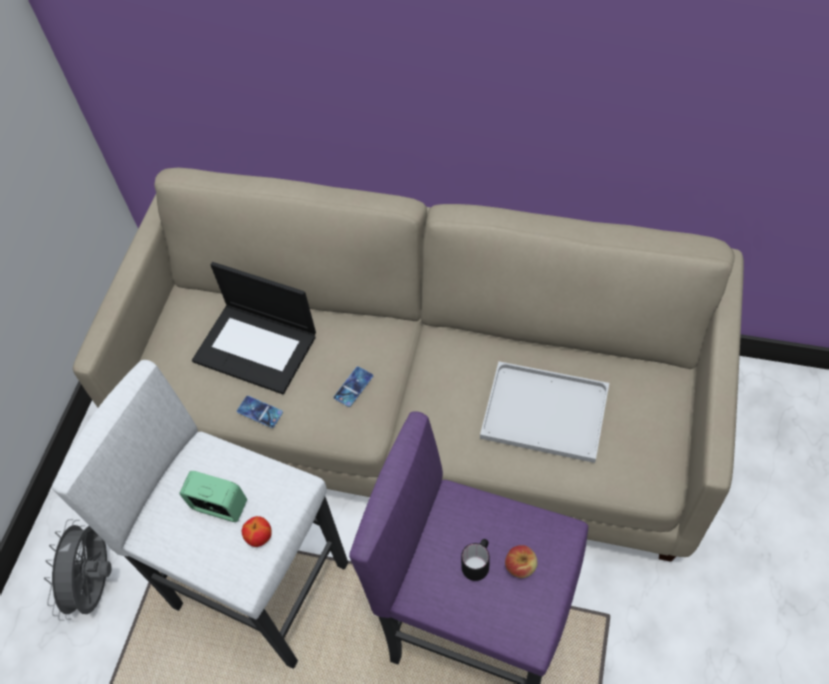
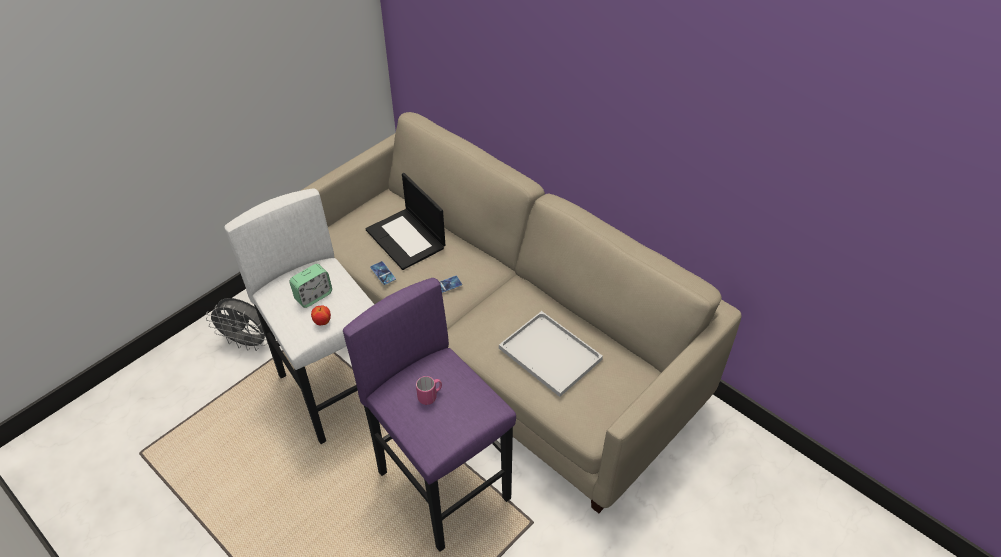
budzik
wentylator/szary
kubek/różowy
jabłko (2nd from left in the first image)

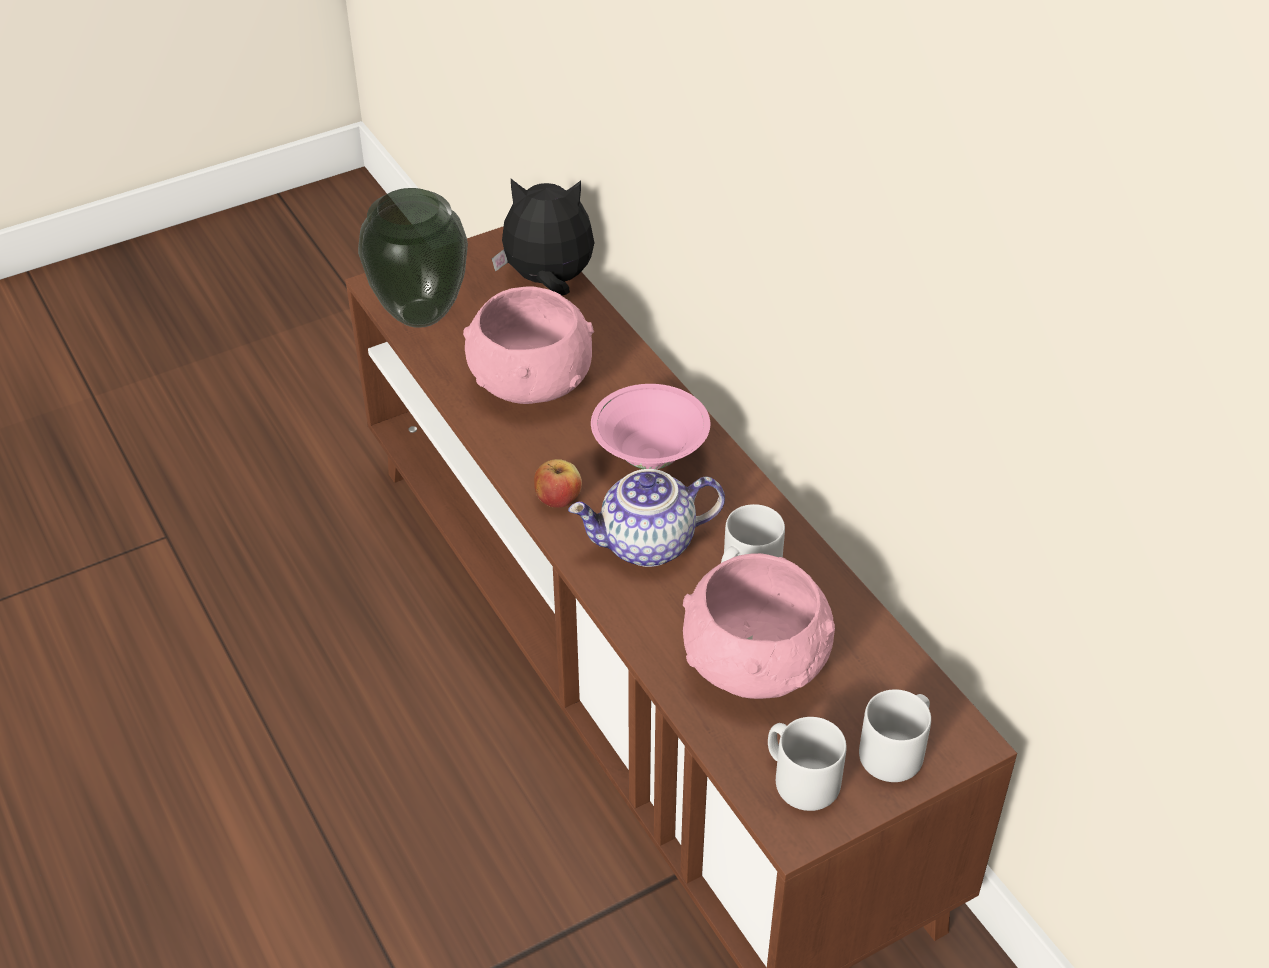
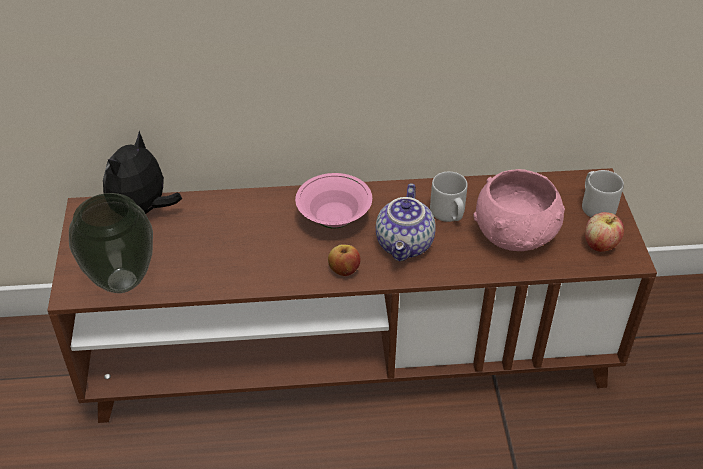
miska/różowy (1st from left in the first image)
jabłko (2nd from left)

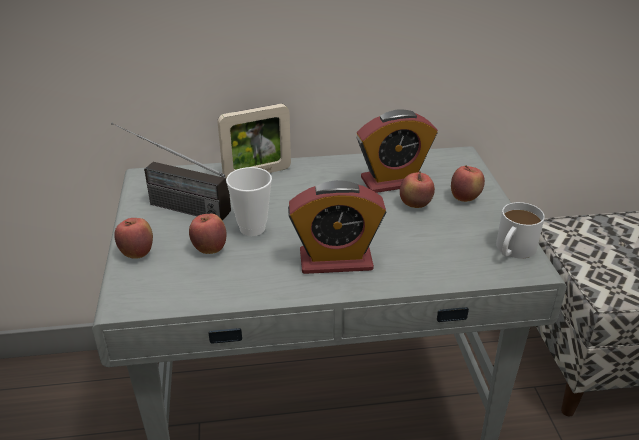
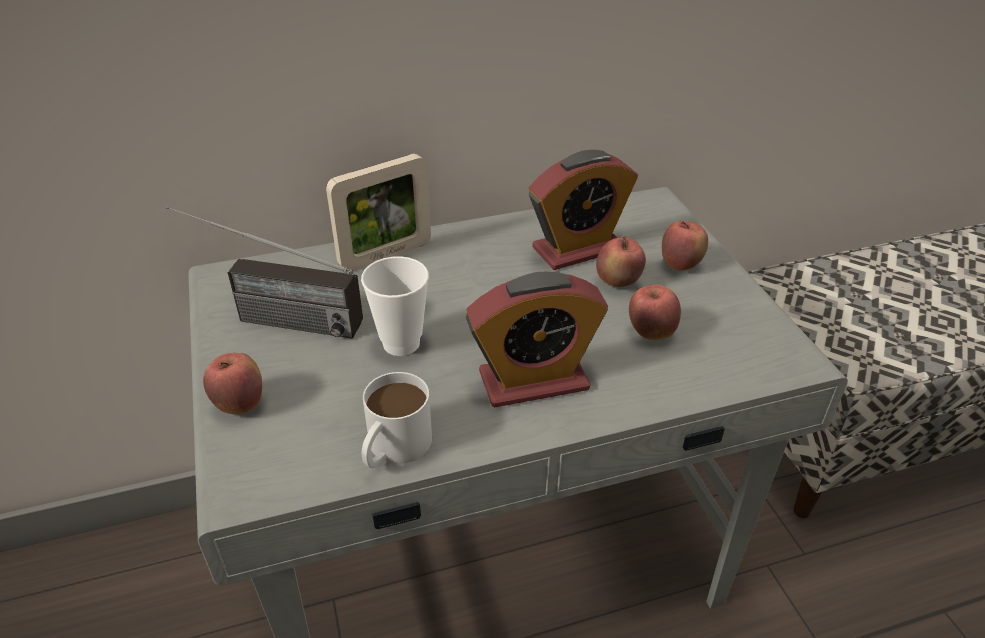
kubek/biały
jabłko (3rd from left)

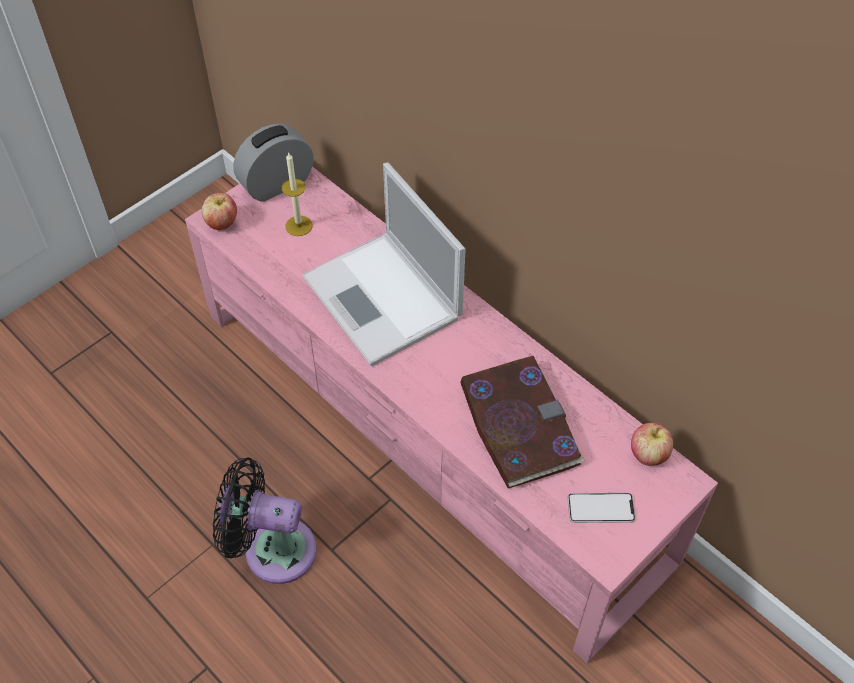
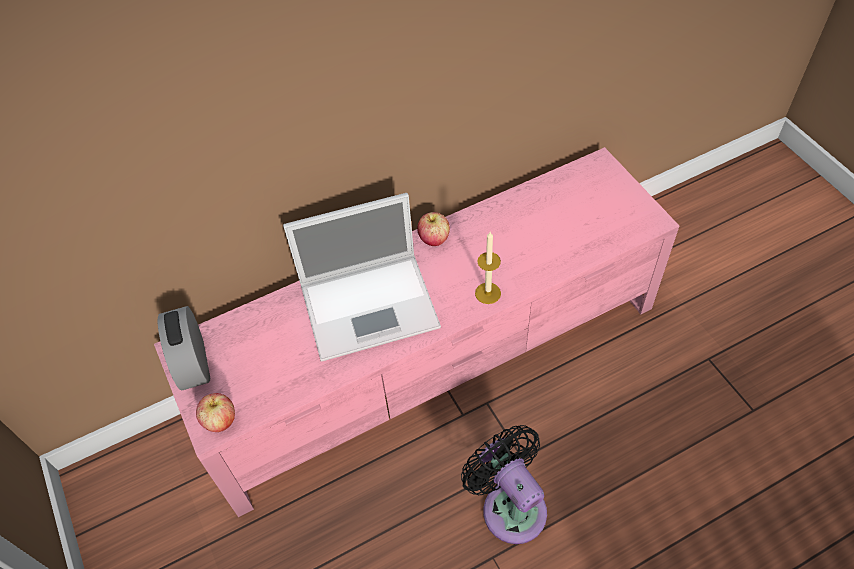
świeca
książka
jabłko (2nd from left)
wentylator/czarny
telefon

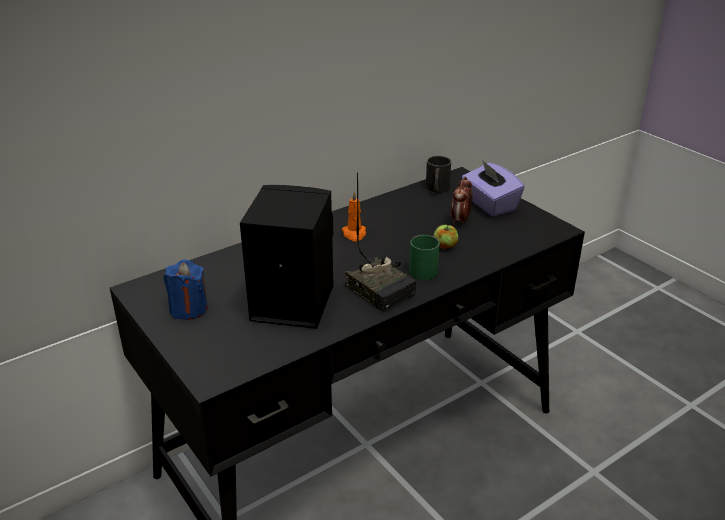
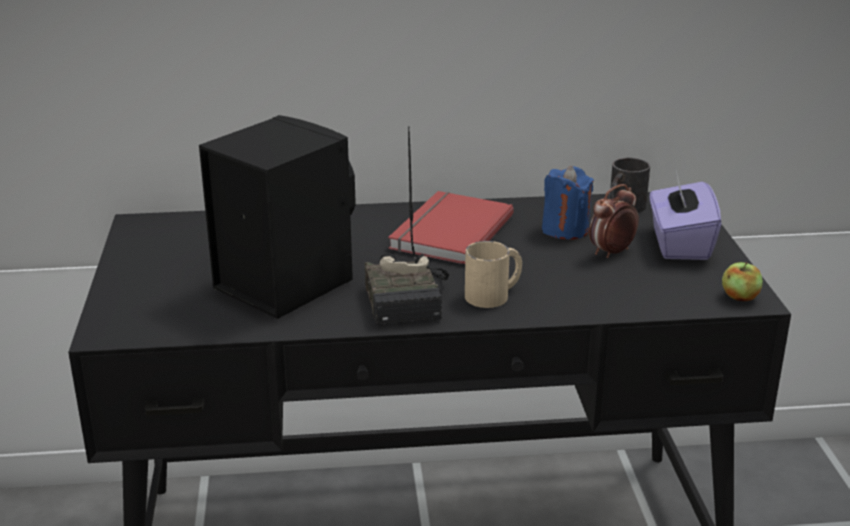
książka/czerwony
jabłko
kubek/beżowy
świeca/niebieski

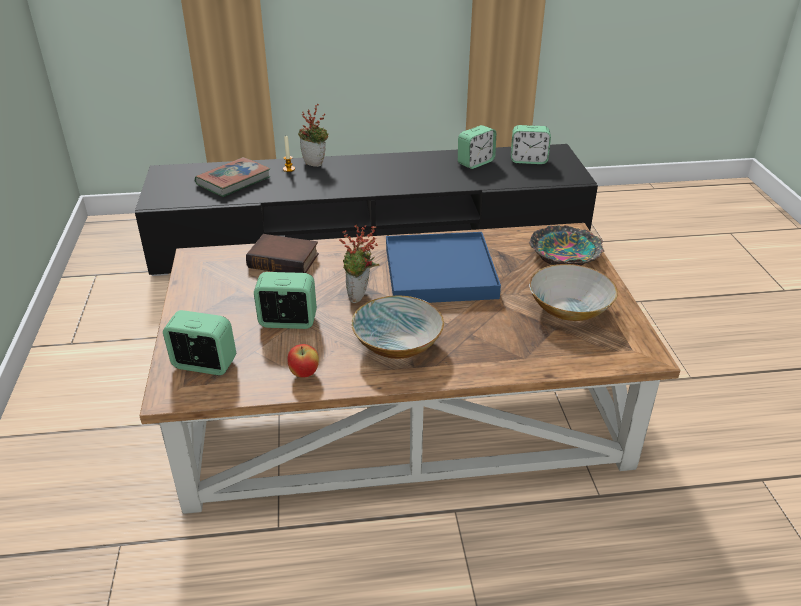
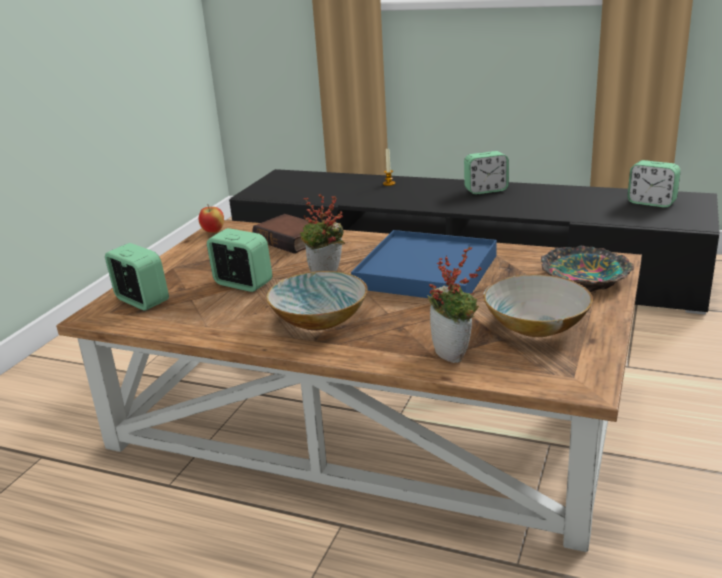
roślina doniczkowa (2nd from left)
budzik (3rd from left)
książka (1st from left in the first image)
jabłko

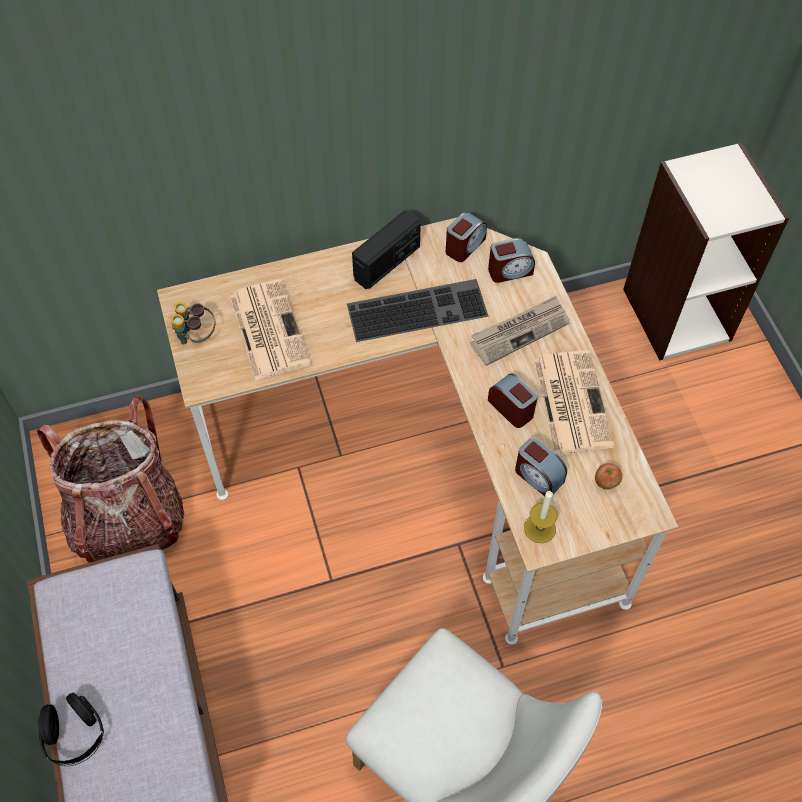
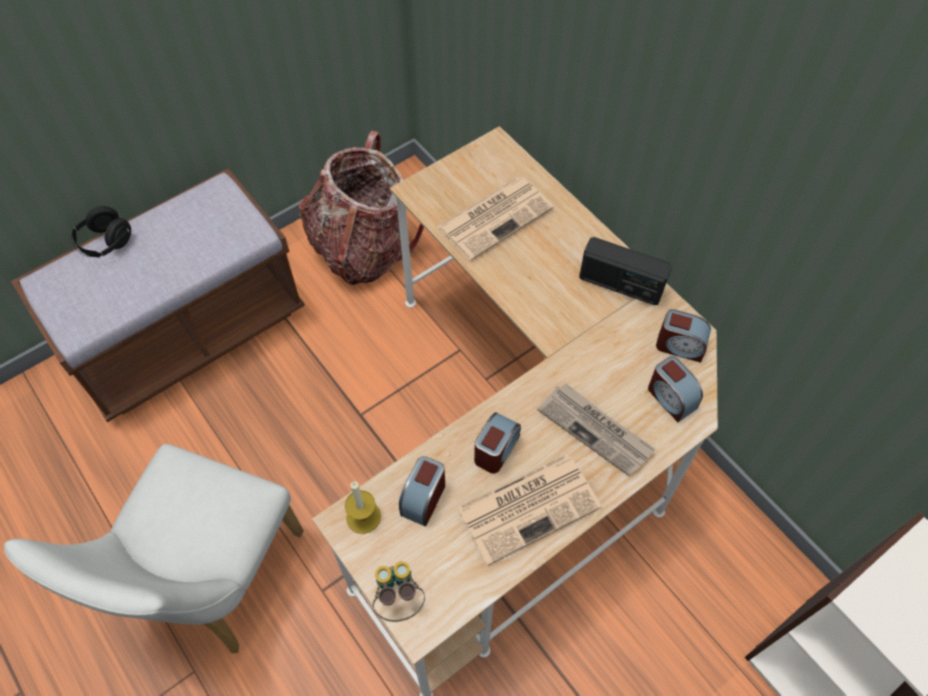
klawiatura
lornetka
jabłko

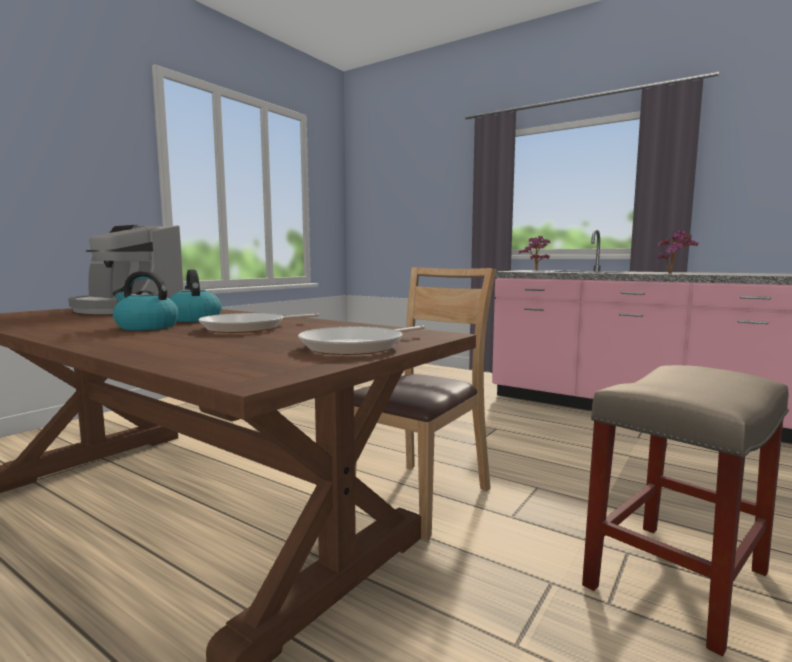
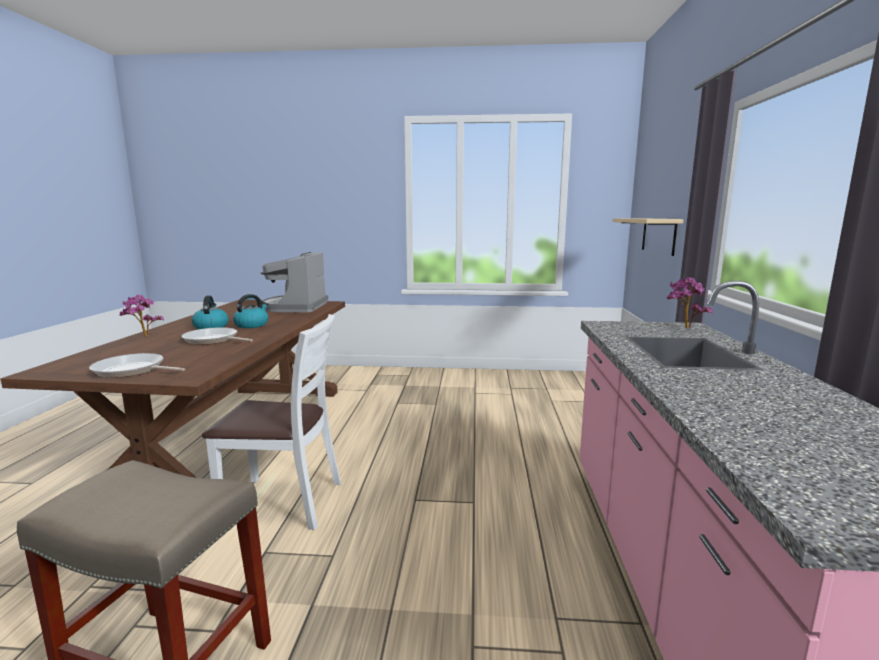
roślina doniczkowa (1st from left)
krzesło/biały
półka/beżowy

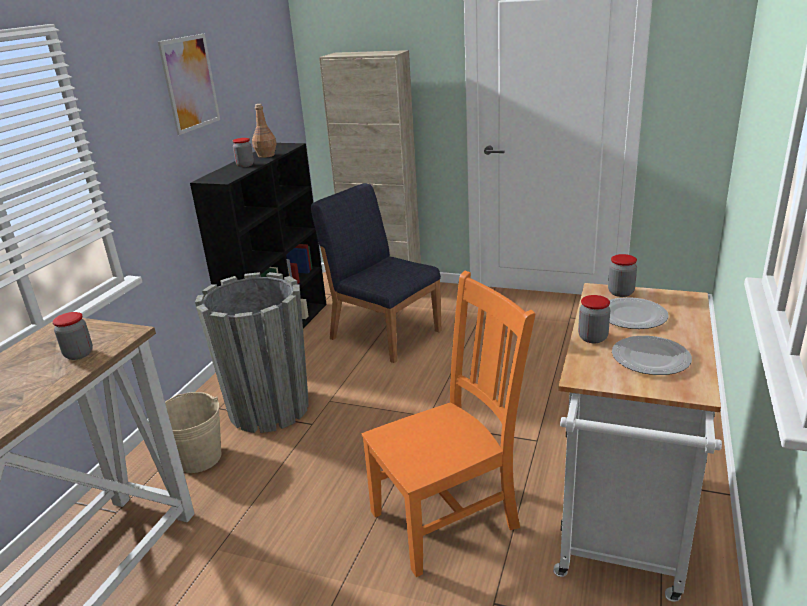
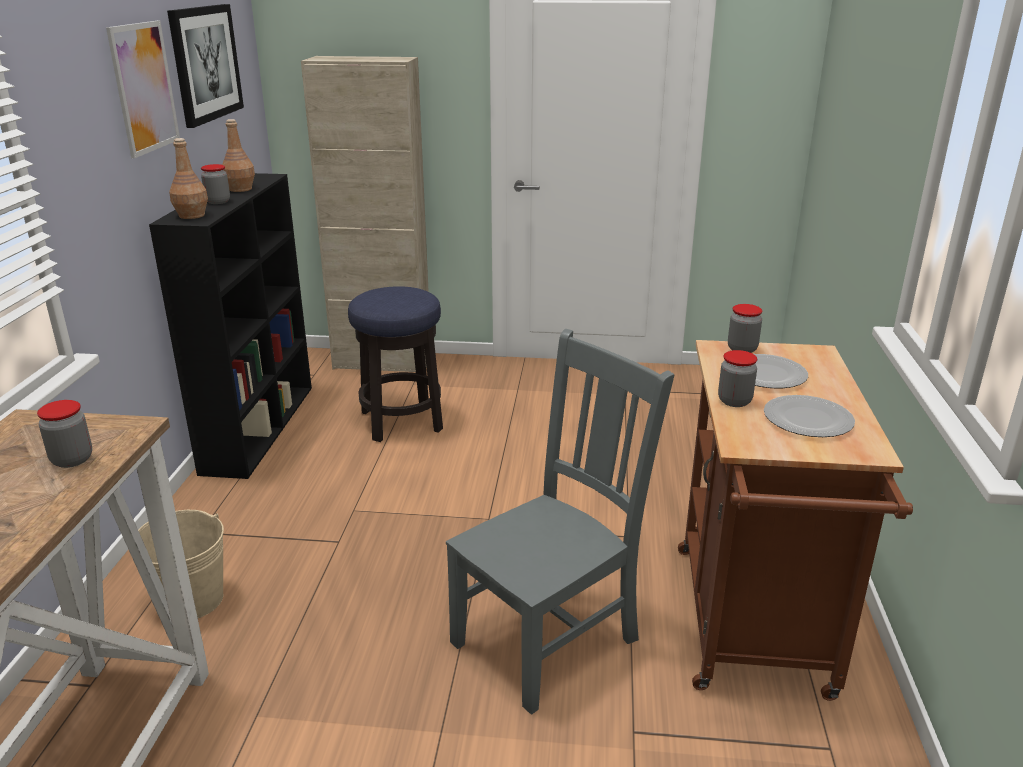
stołek
krzesło/szary
donica/szary
wózek/brązowy
obraz (2nd from left)
butelka/brązowy (1st from left)

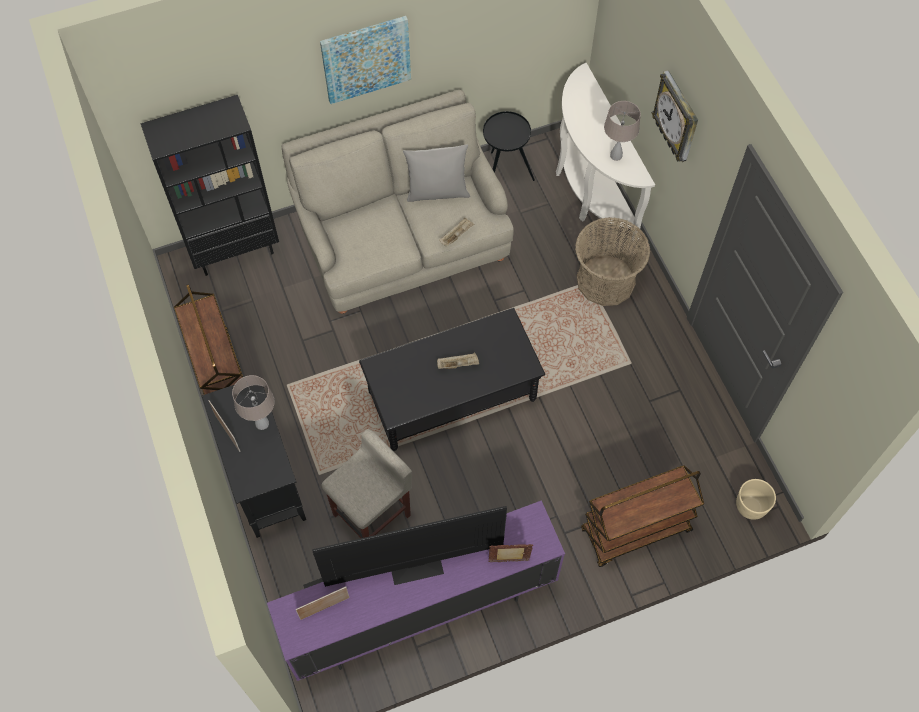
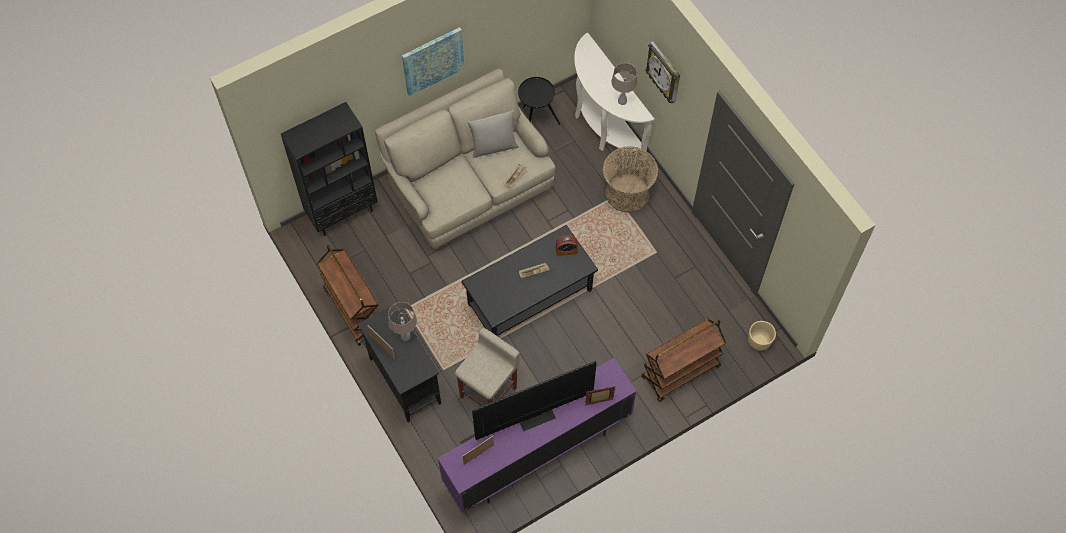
budzik

